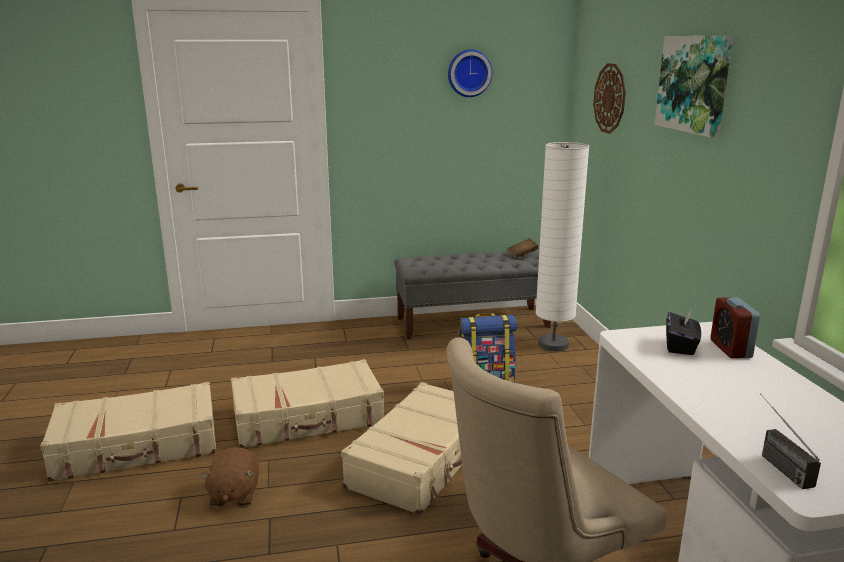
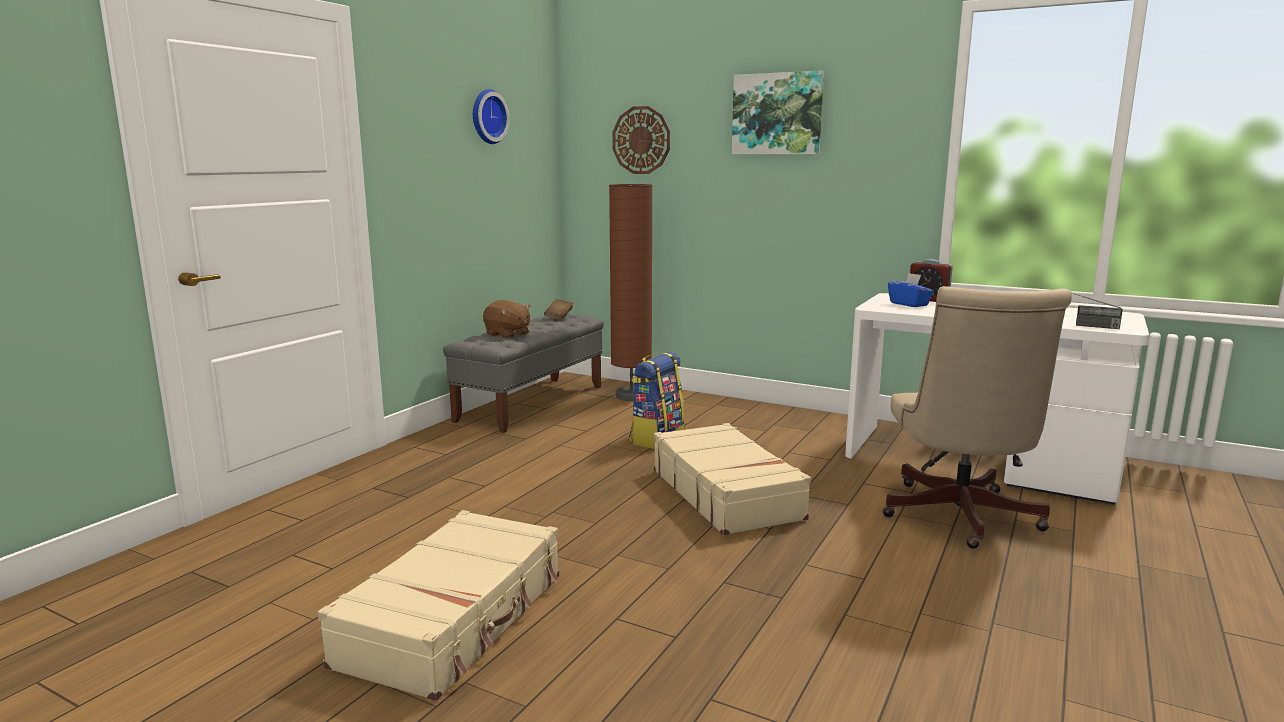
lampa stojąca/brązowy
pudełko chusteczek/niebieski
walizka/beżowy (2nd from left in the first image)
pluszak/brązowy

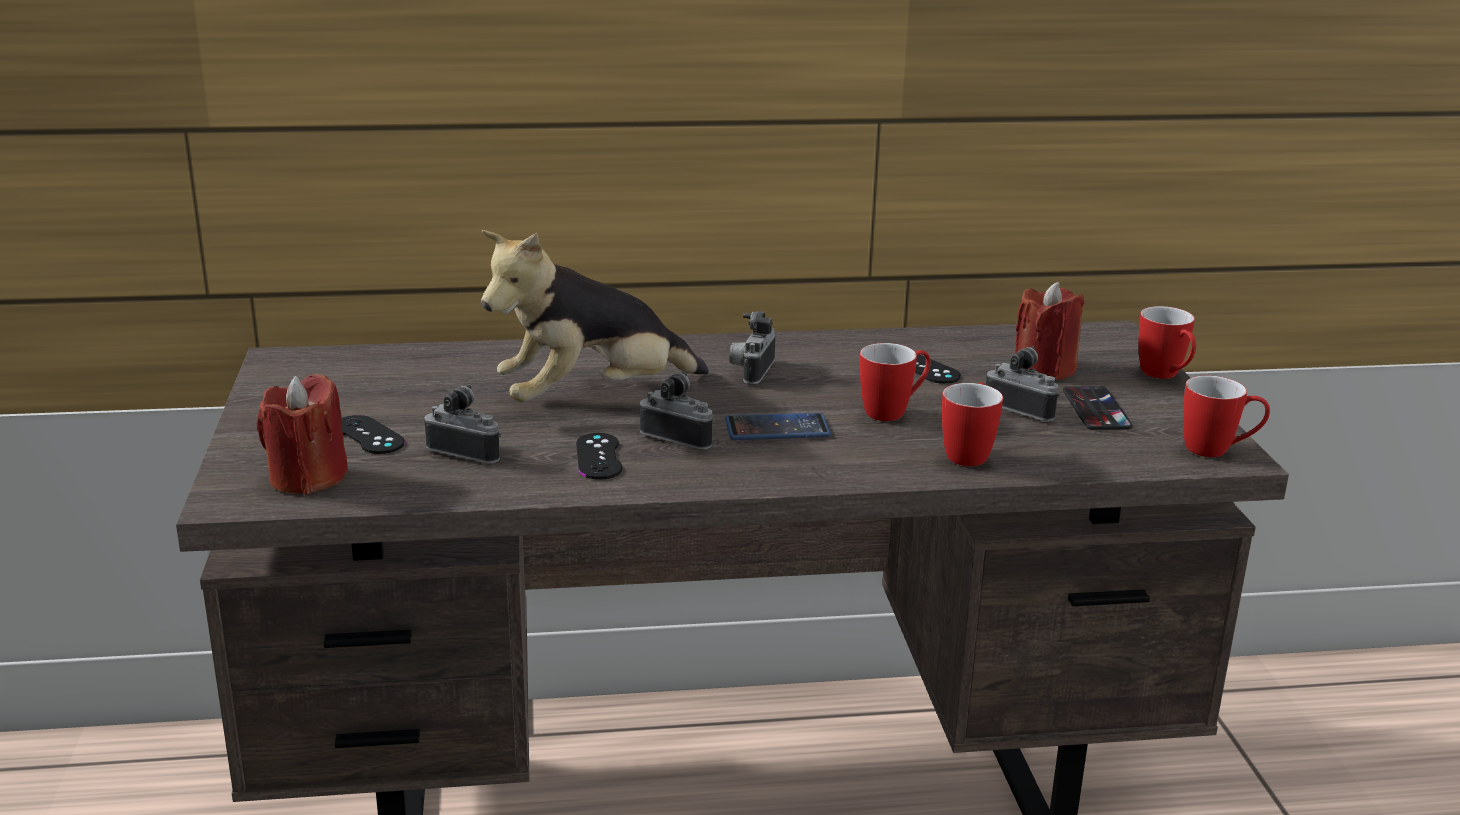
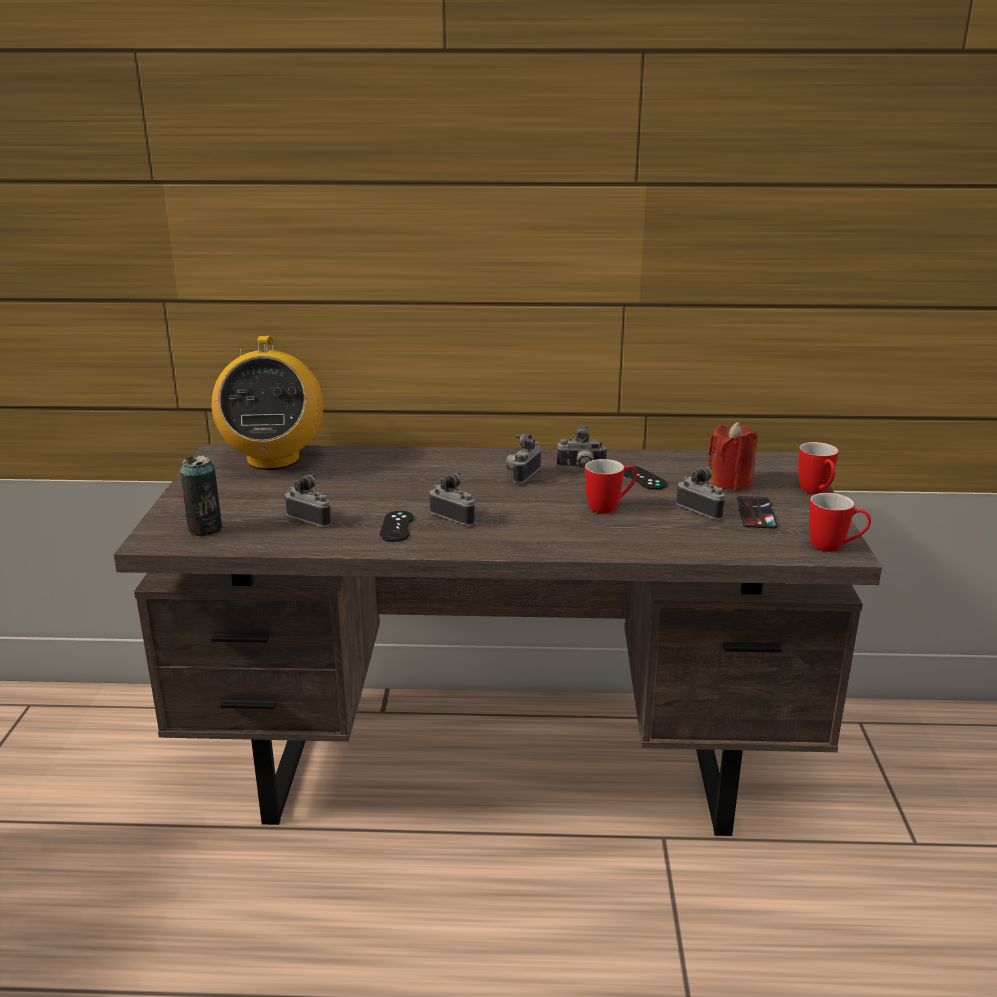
pluszak
puszka
kubek (2nd from left in the first image)
telefon (1st from left in the first image)
pad do gier/czarny (1st from left in the first image)
radio
aparat fotograficzny (4th from left)

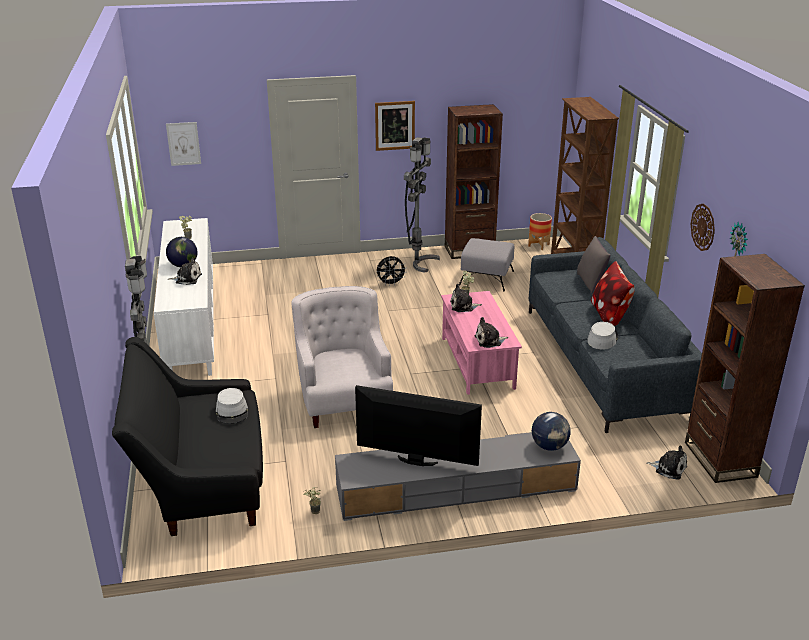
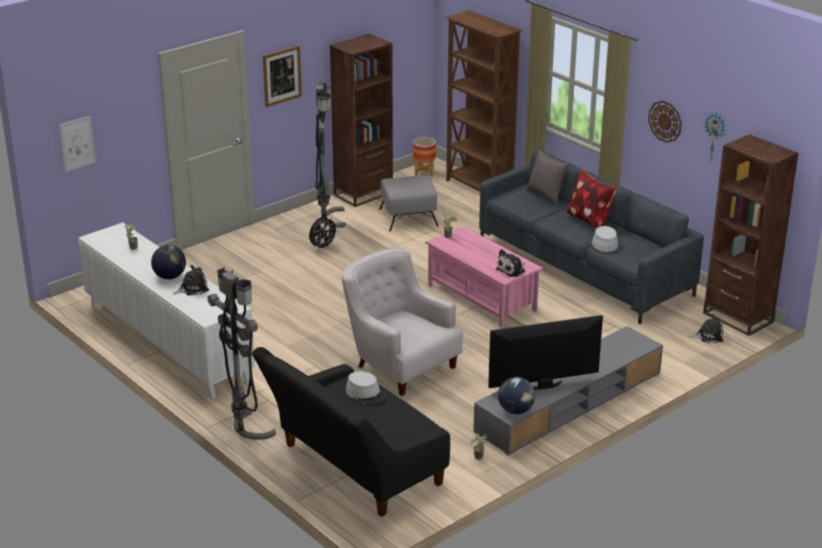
pluszak (2nd from left in the first image)
globus (2nd from left)

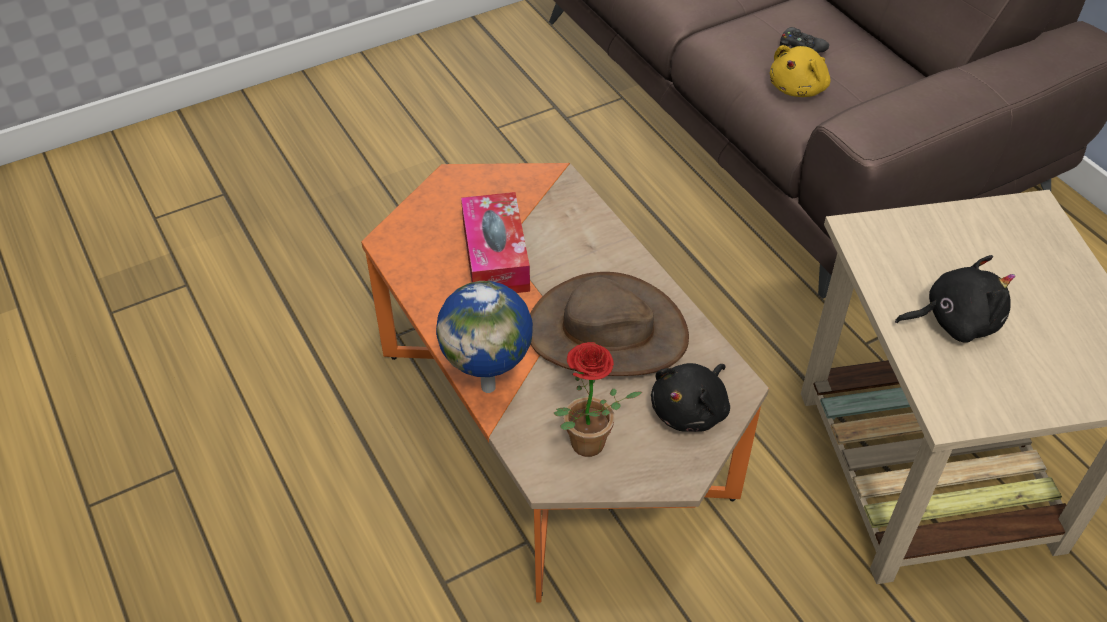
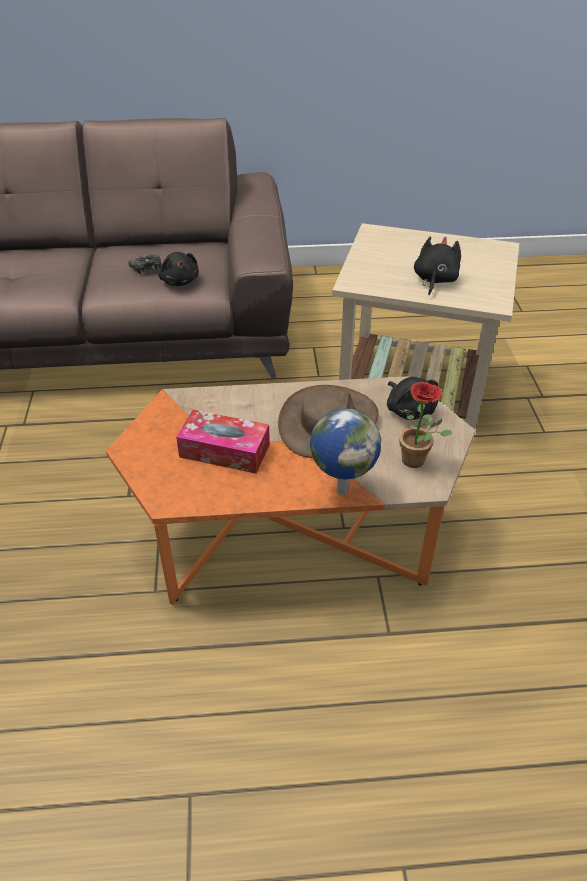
pluszak/czarny (1st from left)

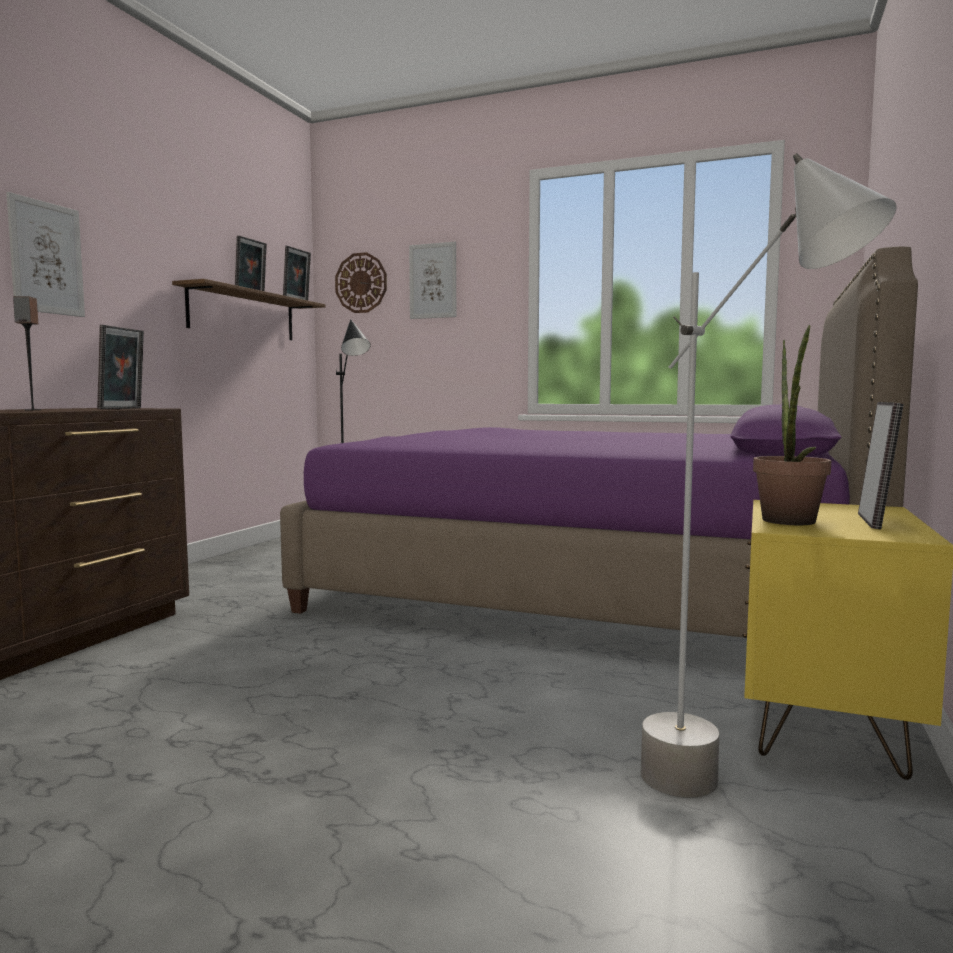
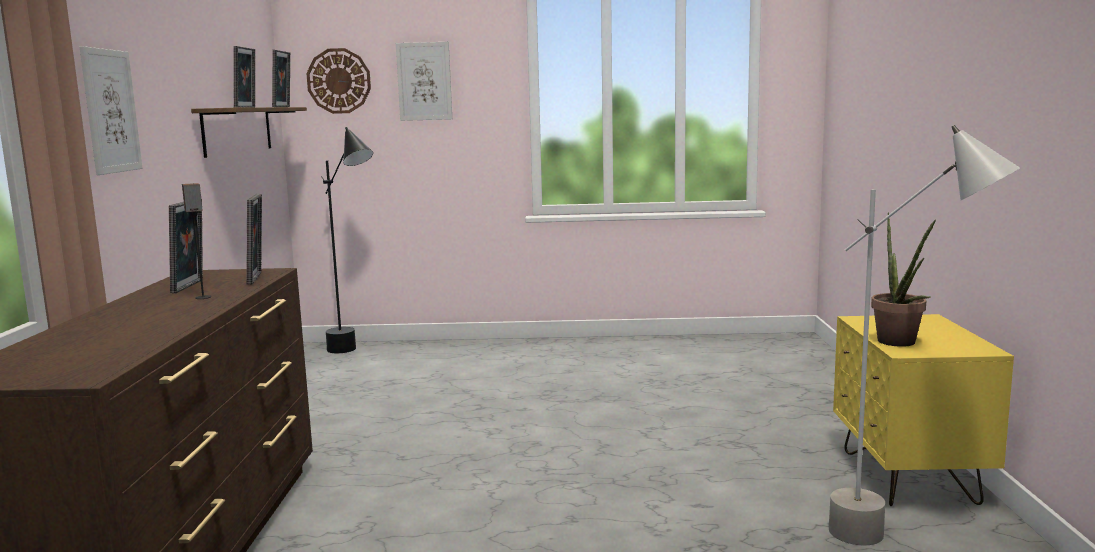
łóżko/fioletowy
ramka na zdjęcie (1st from left)

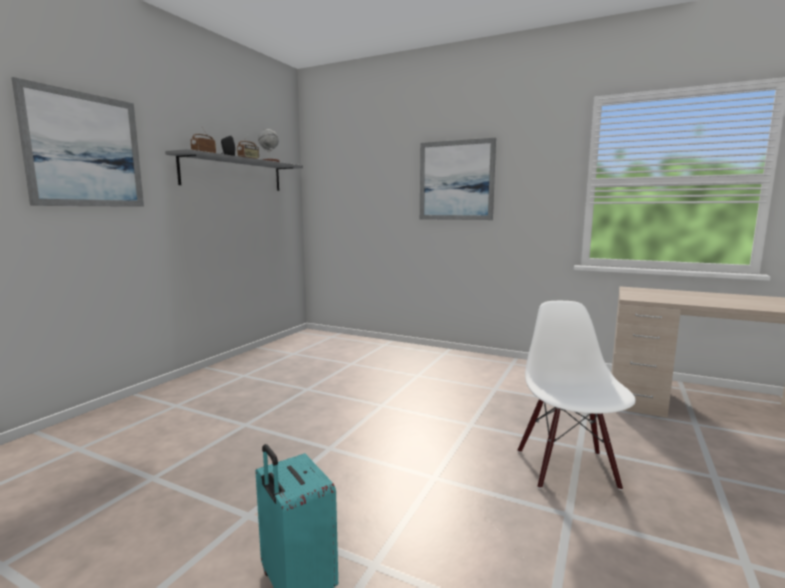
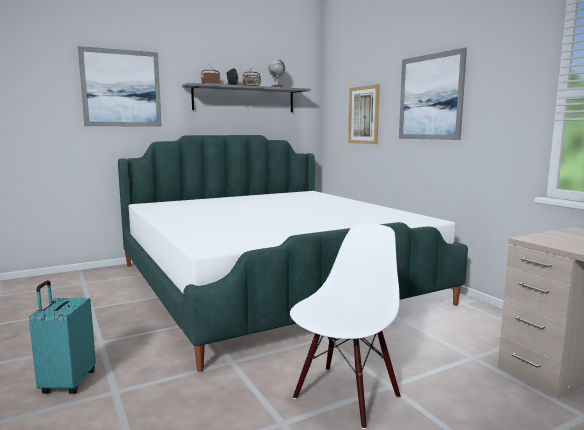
obraz (2nd from left)
łóżko

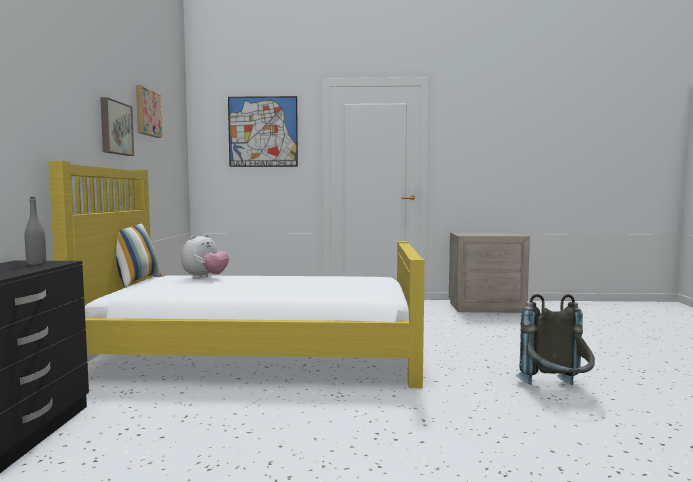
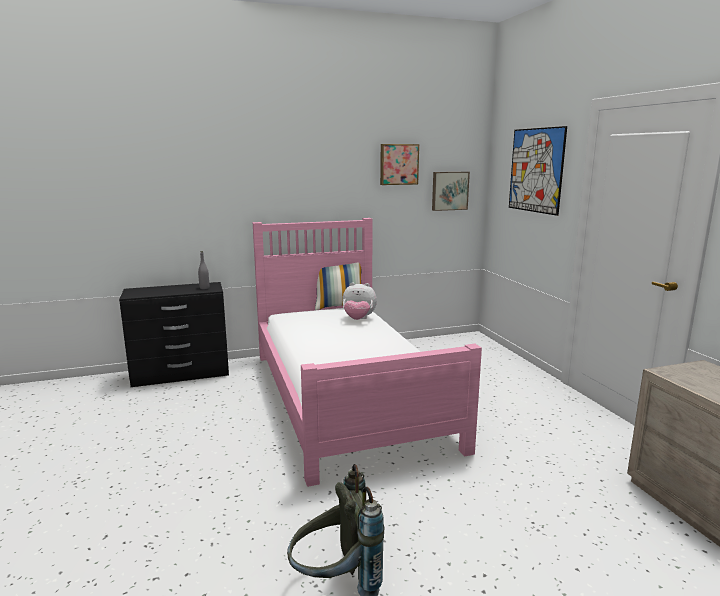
obraz (2nd from left)
łóżko/różowy

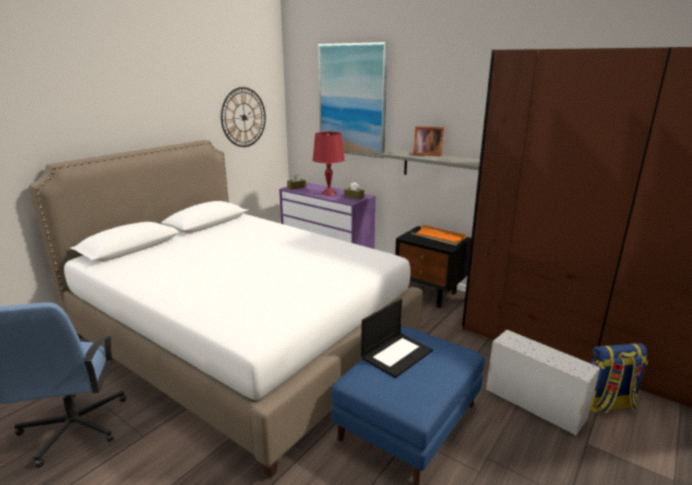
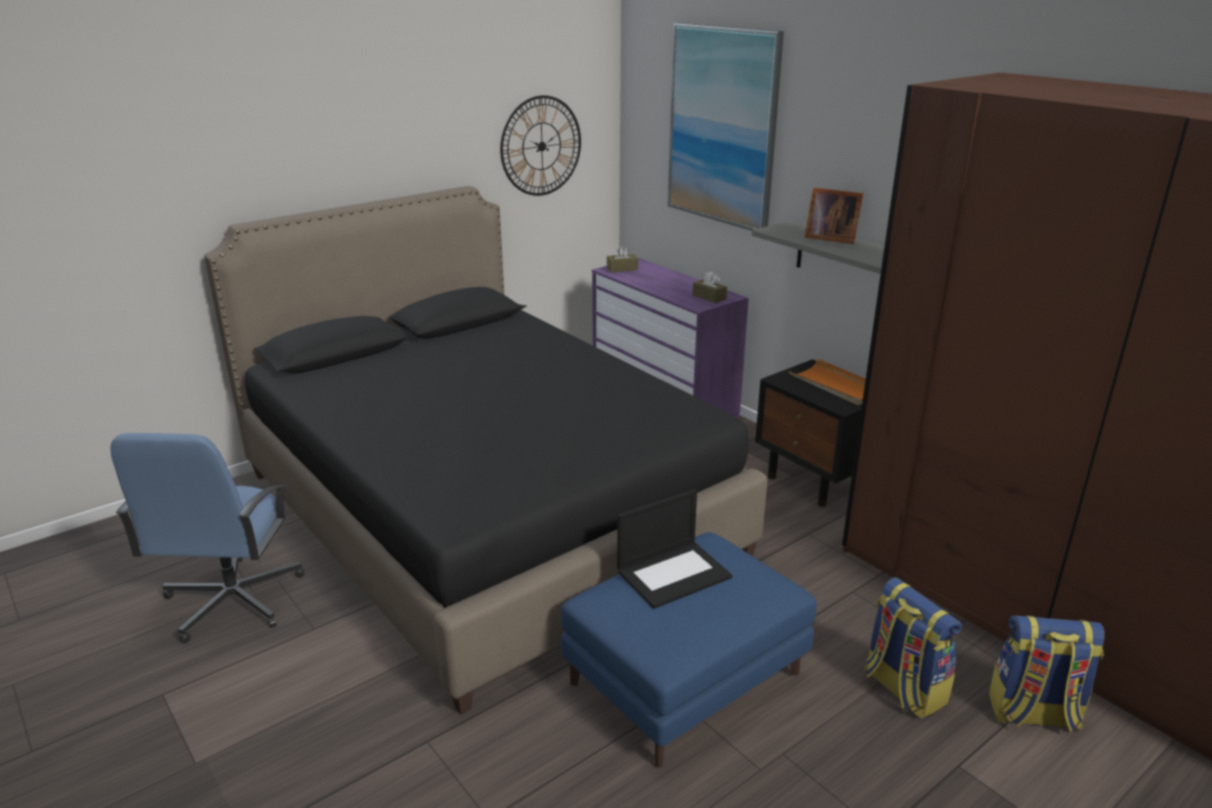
lampa stołowa/czerwony
łóżko/czarny
plecak (1st from left)

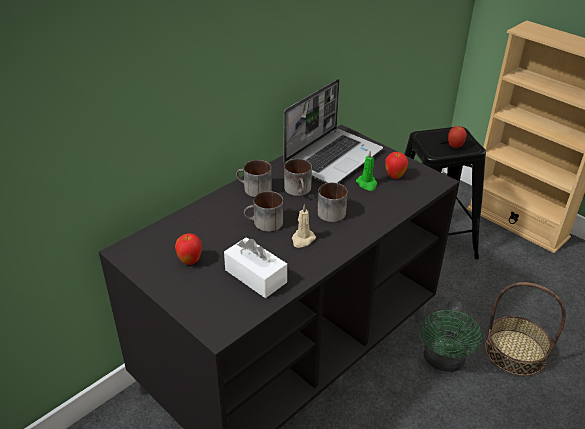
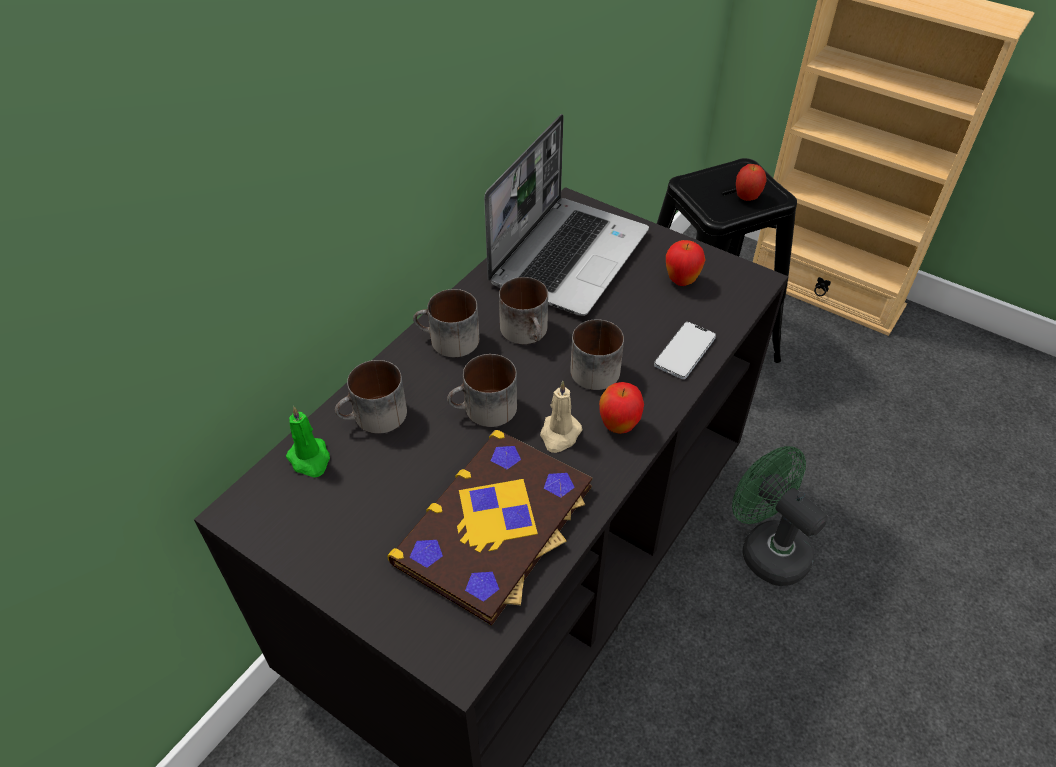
świeca/zielony
jabłko (1st from left)
książka
koszyk
wentylator/zielony
telefon
kubek (1st from left)

